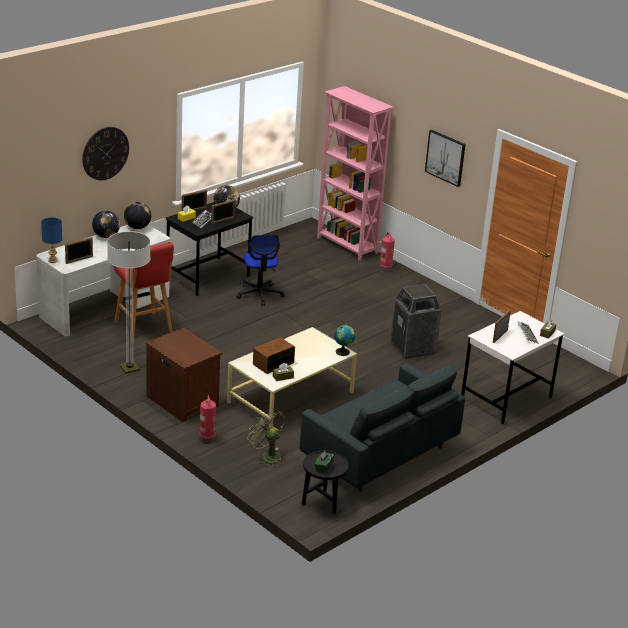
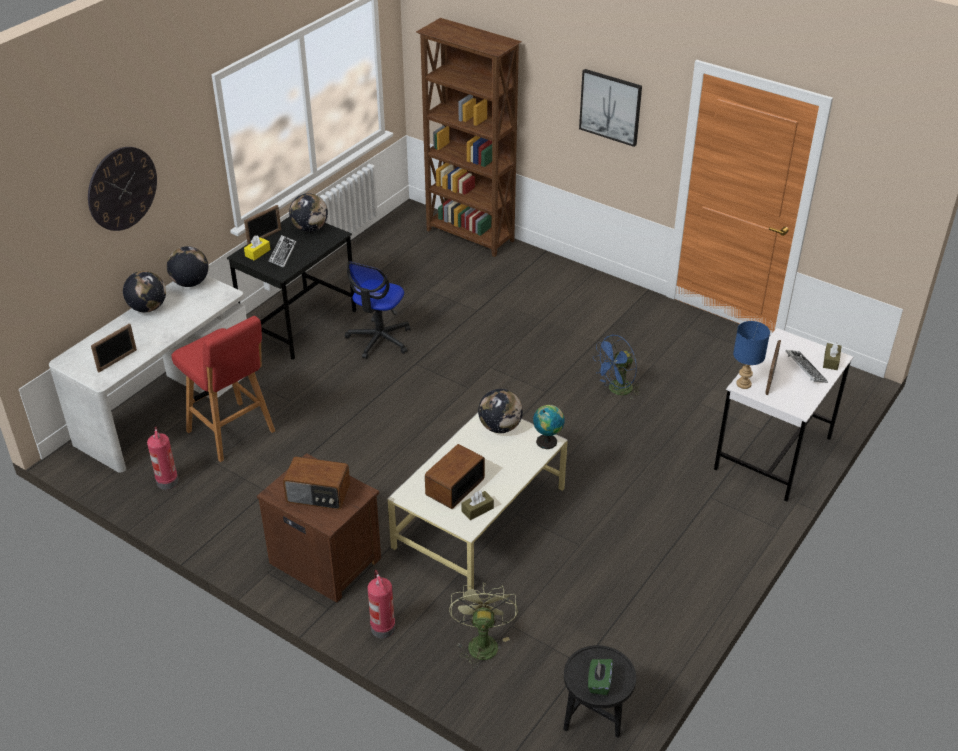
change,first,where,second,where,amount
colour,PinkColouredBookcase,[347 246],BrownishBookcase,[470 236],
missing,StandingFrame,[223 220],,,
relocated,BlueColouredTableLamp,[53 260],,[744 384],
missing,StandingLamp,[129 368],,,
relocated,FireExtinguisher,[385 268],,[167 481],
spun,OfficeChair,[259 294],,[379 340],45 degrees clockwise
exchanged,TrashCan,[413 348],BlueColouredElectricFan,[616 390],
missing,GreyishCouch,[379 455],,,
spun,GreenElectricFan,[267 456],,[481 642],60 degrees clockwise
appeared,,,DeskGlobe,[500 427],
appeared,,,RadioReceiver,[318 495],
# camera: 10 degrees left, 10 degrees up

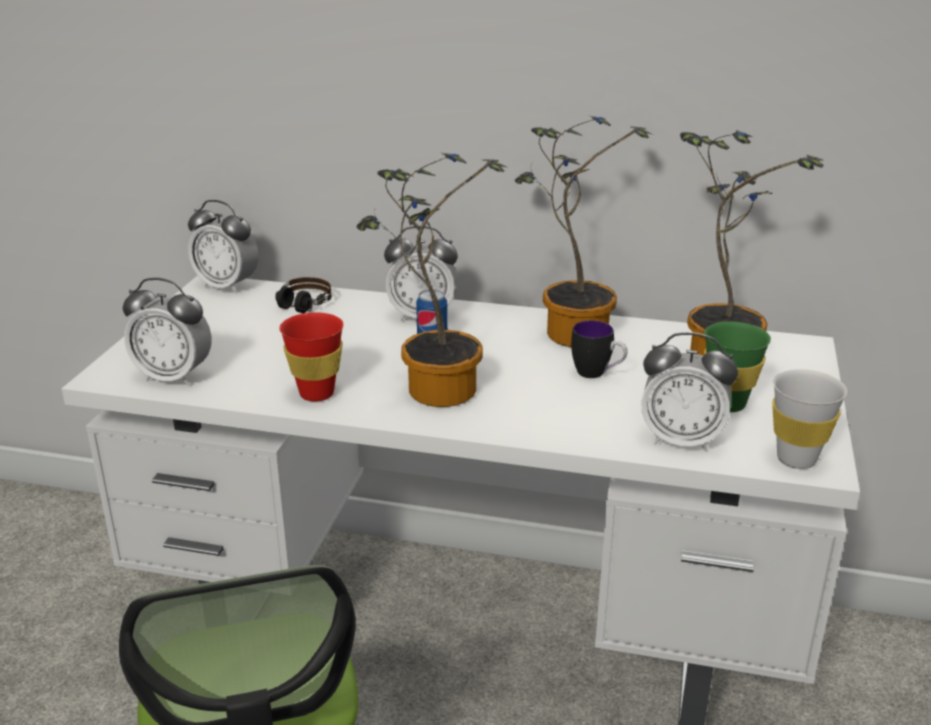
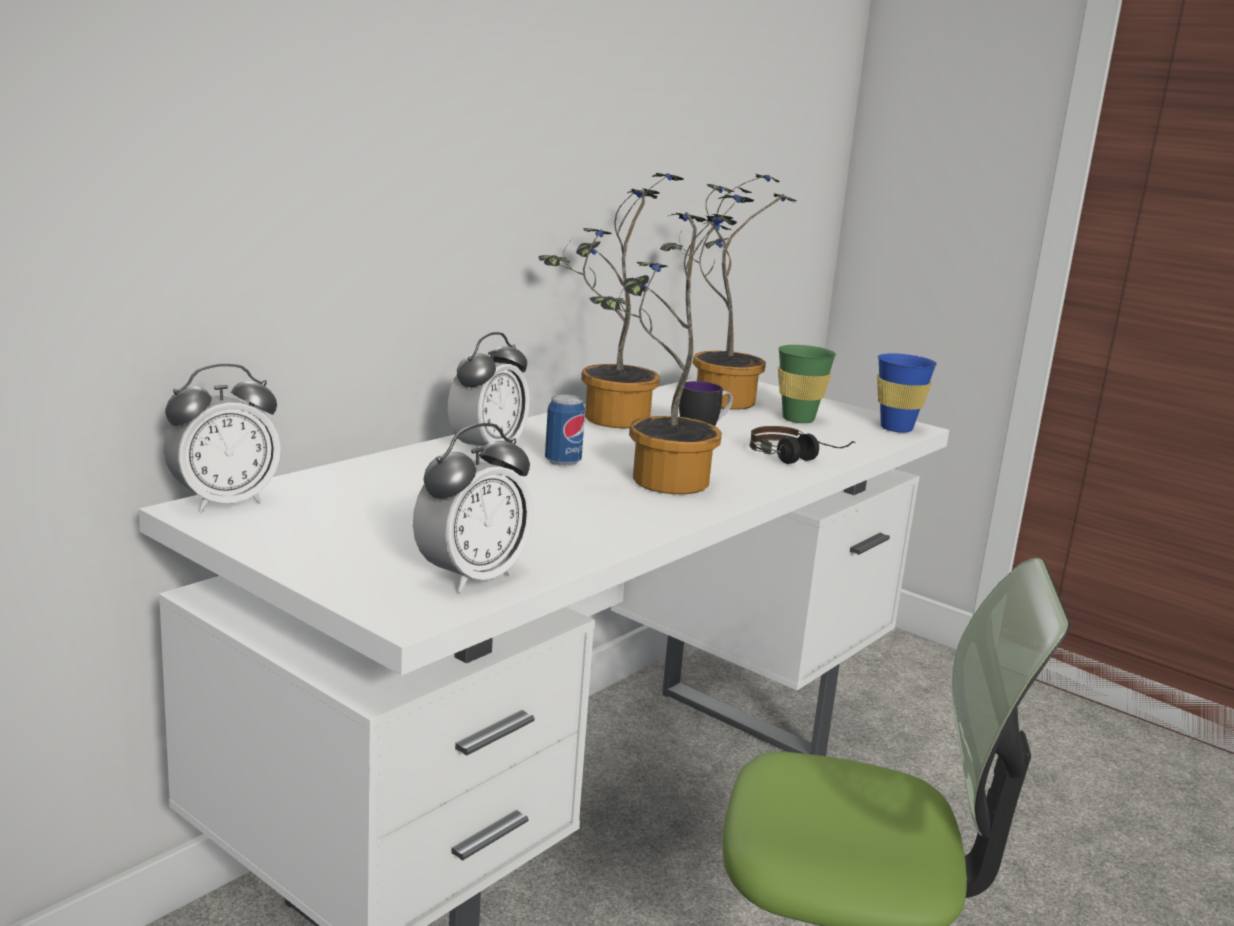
change,first,where,second,where,amount
relocated,Headset,[299 310],,[798 460],
missing,RedDrinkingCup,[316 393],,,
missing,BedsideClock,[681 440],,,
colour,WhiteColouredDrinkingCup,[796 459],BlueColouredDrinkingCup,[896 428],
# camera: 65 degrees left, 10 degrees down

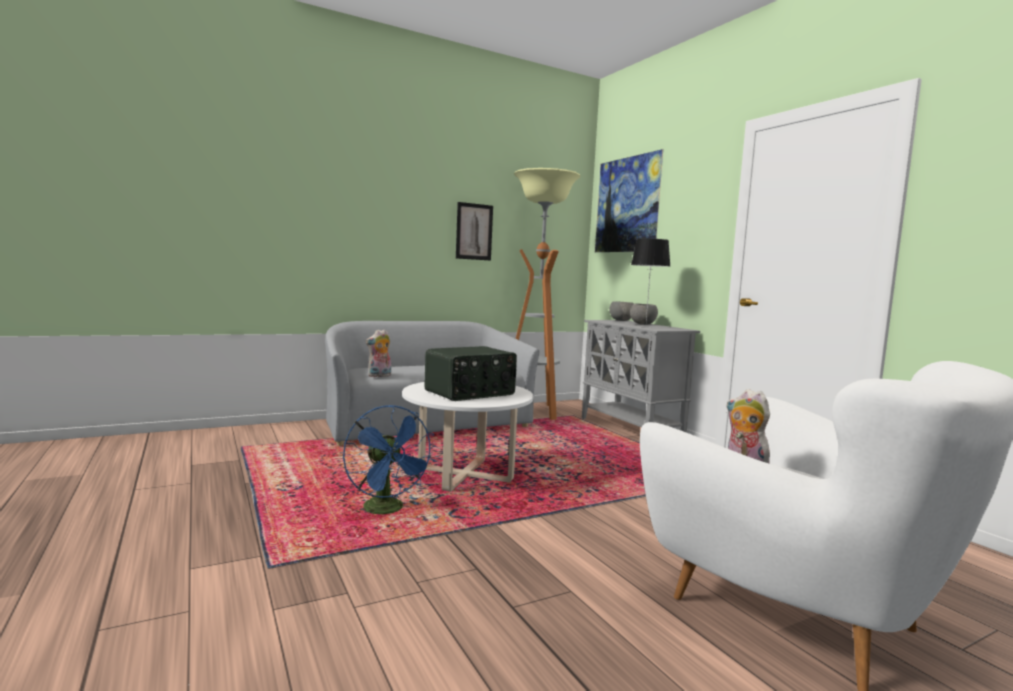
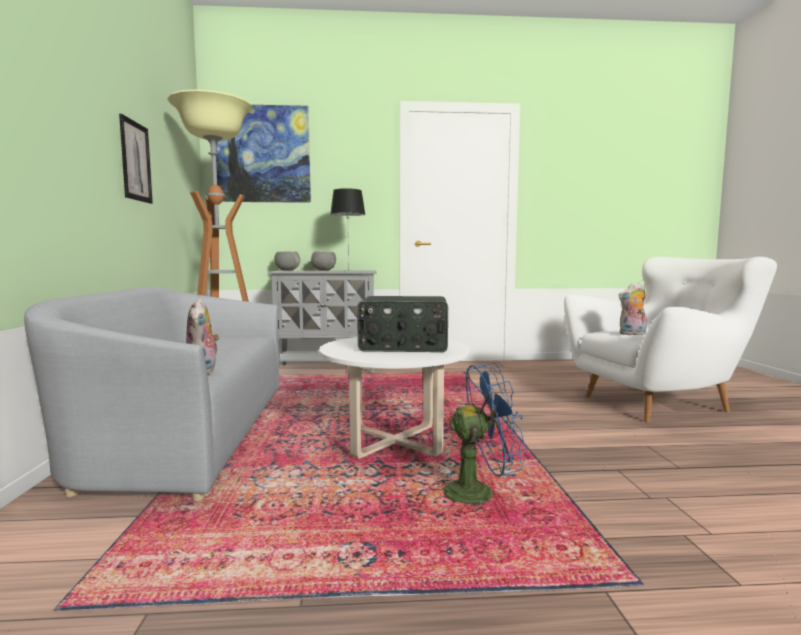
change,first,where,second,where,amount
spun,RadioReceiver,[470 393],,[403 346],105 degrees clockwise
# camera: 65 degrees left, 0 degrees up

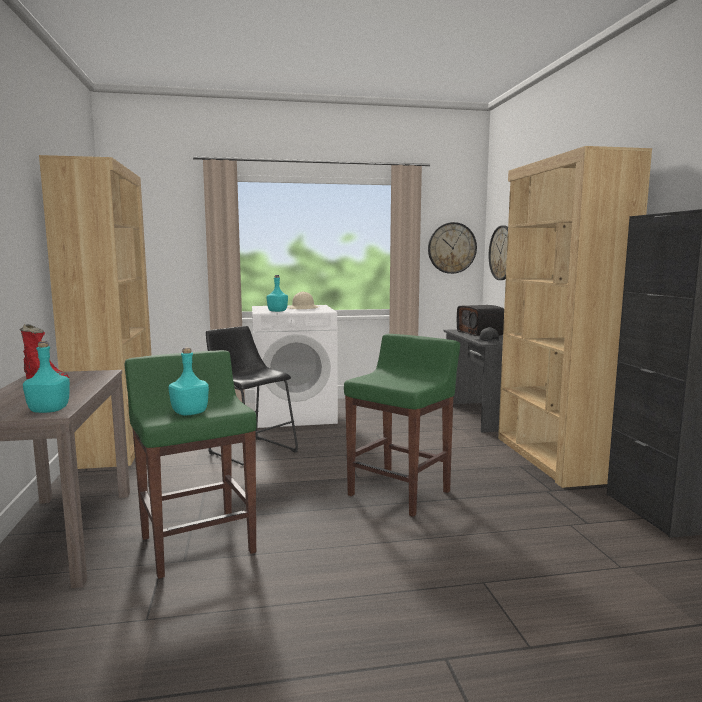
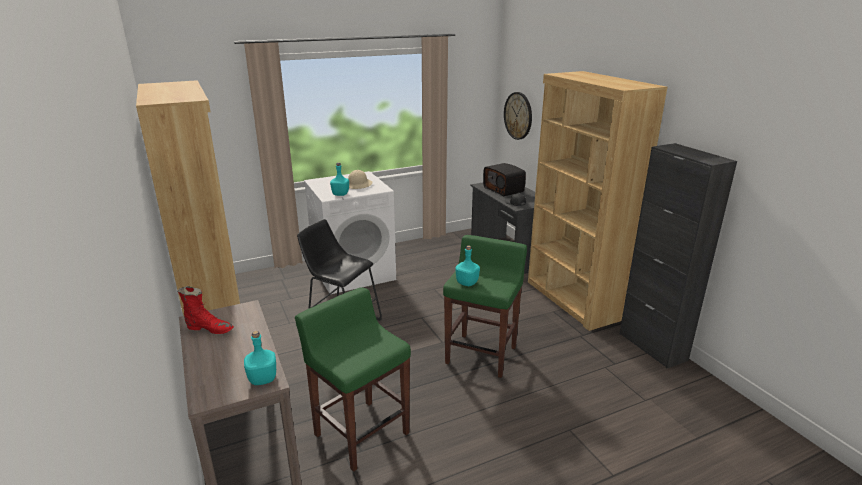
change,first,where,second,where,amount
missing,HangingClock,[452 248],,,
relocated,TurquoiseColouredBottle,[189 413],,[467 283],
# camera: 15 degrees left, 15 degrees up

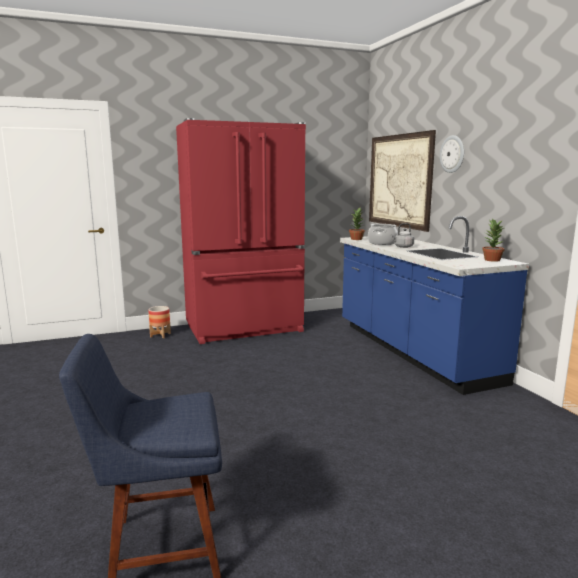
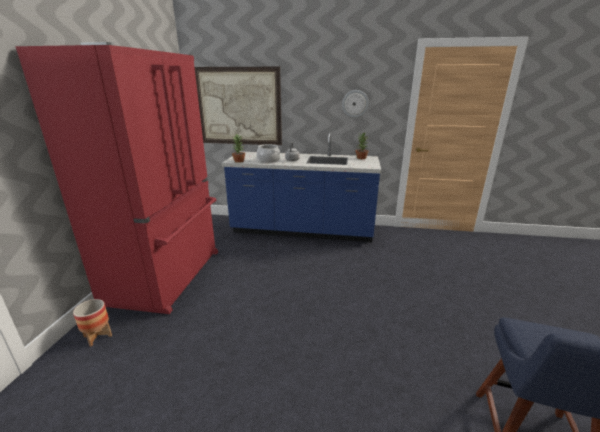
change,first,where,second,where,amount
relocated,HangingClock,[452 154],,[355 104],
# camera: 60 degrees left, 10 degrees up

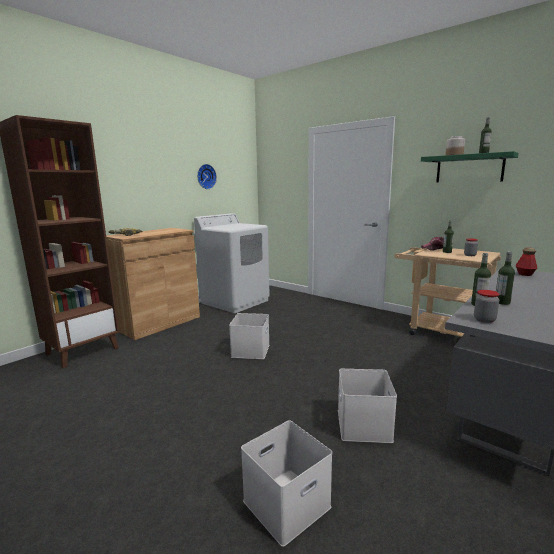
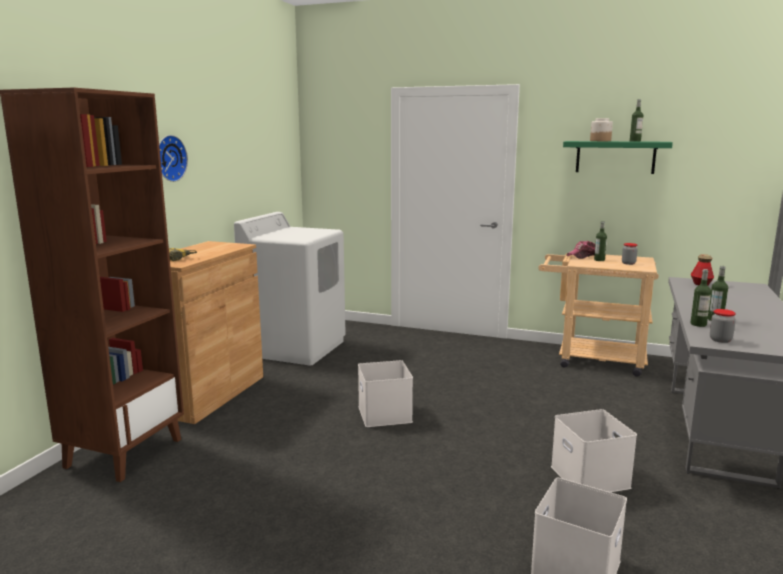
change,first,where,second,where,amount
relocated,HangingClock,[205 176],,[169 158],
# camera: 20 degrees left, 0 degrees up

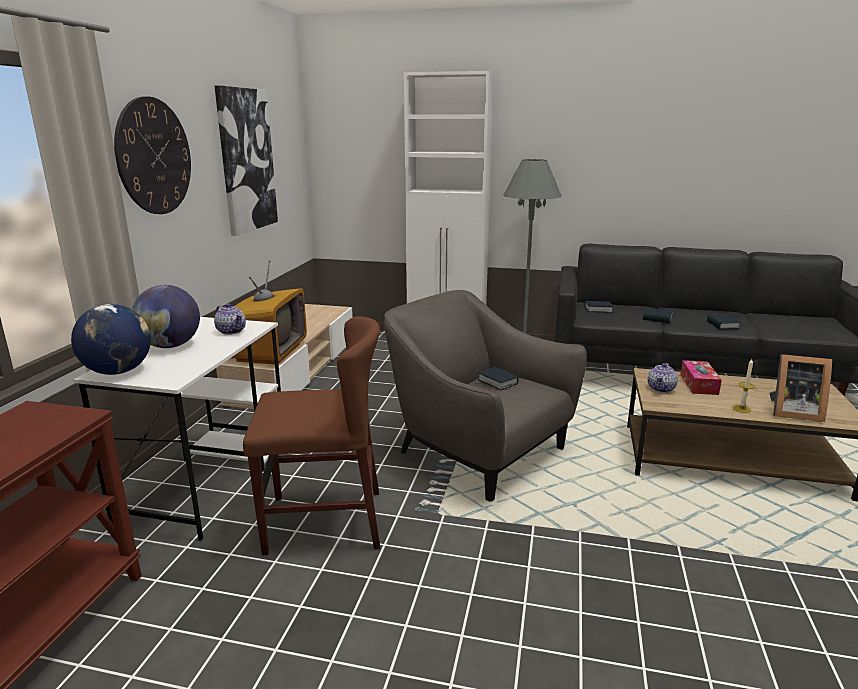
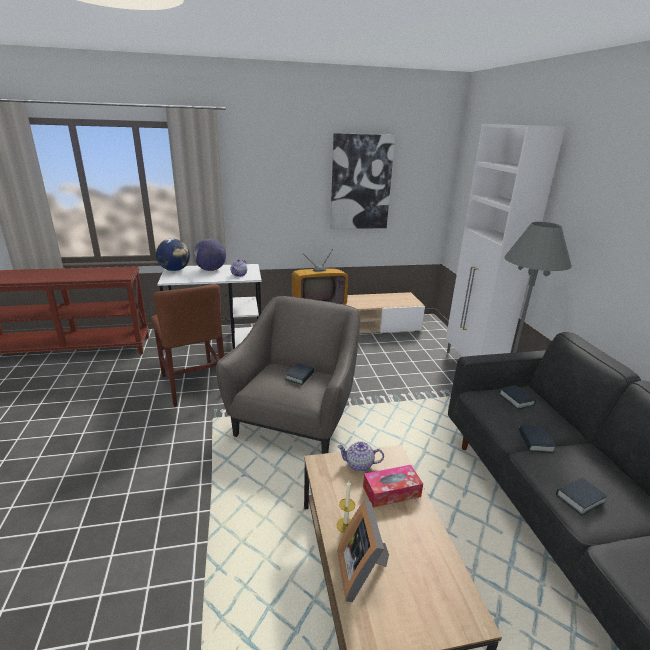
change,first,where,second,where,amount
missing,HangingClock,[154 156],,,
# camera: 65 degrees right, 5 degrees up

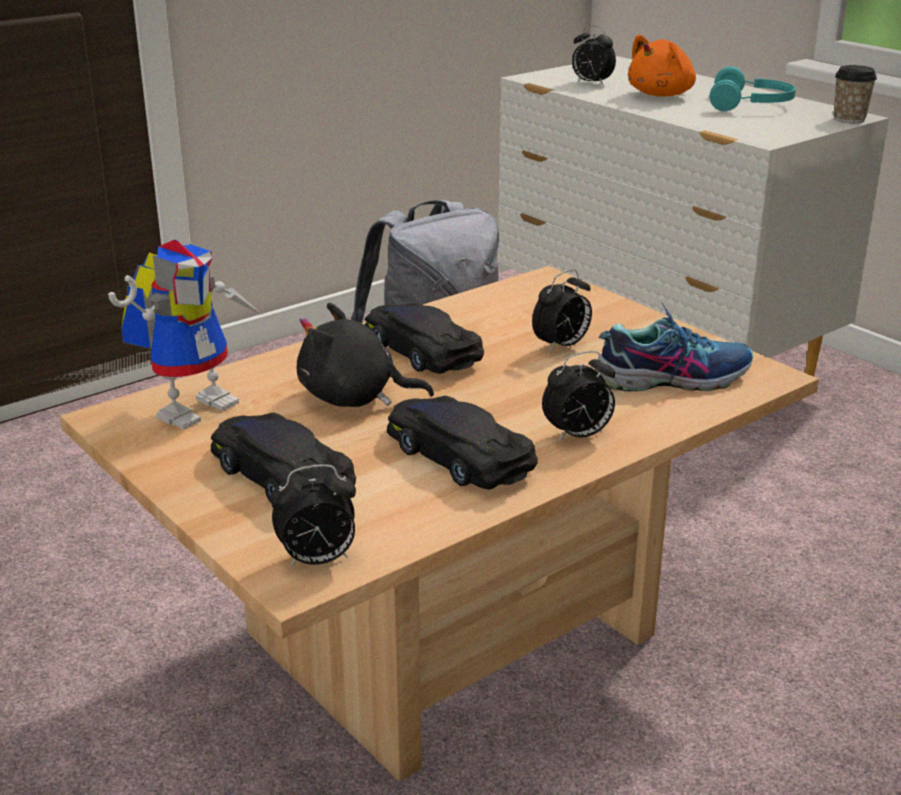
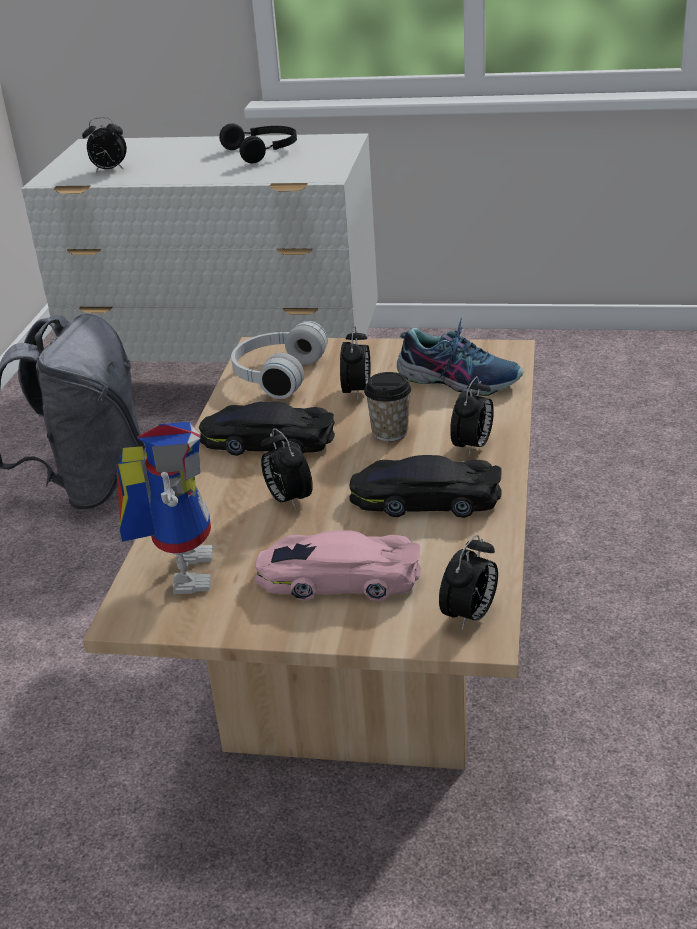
change,first,where,second,where,amount
missing,OrangeCuddlyToy,[662 95],,,
relocated,DrinkingCup,[849 119],,[390 432],
colour,TurquoiseColouredHeadset,[751 105],BlackColouredHeadset,[263 151],
spun,ItemOfFootwear,[673 377],,[459 379],75 degrees clockwise
exchanged,BlackColouredCuddlyToy,[354 398],BedsideClock,[288 499],
colour,BlackColouredToyCar,[280 473],PinkColouredToyCar,[338 578],
appeared,,,WhiteColouredHeadset,[276 375],
# camera: 40 degrees left, 5 degrees up

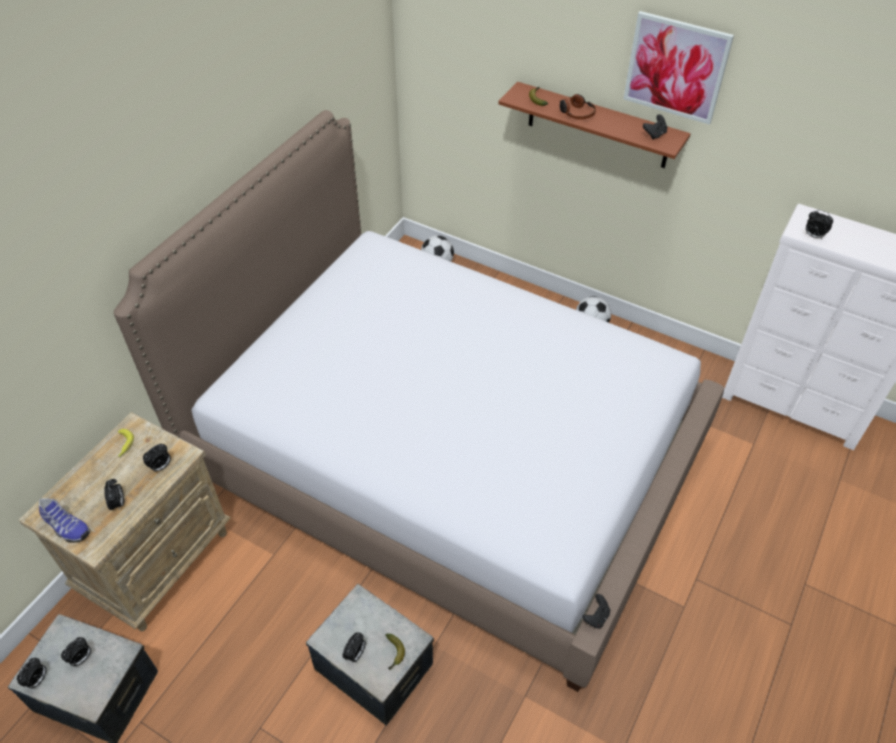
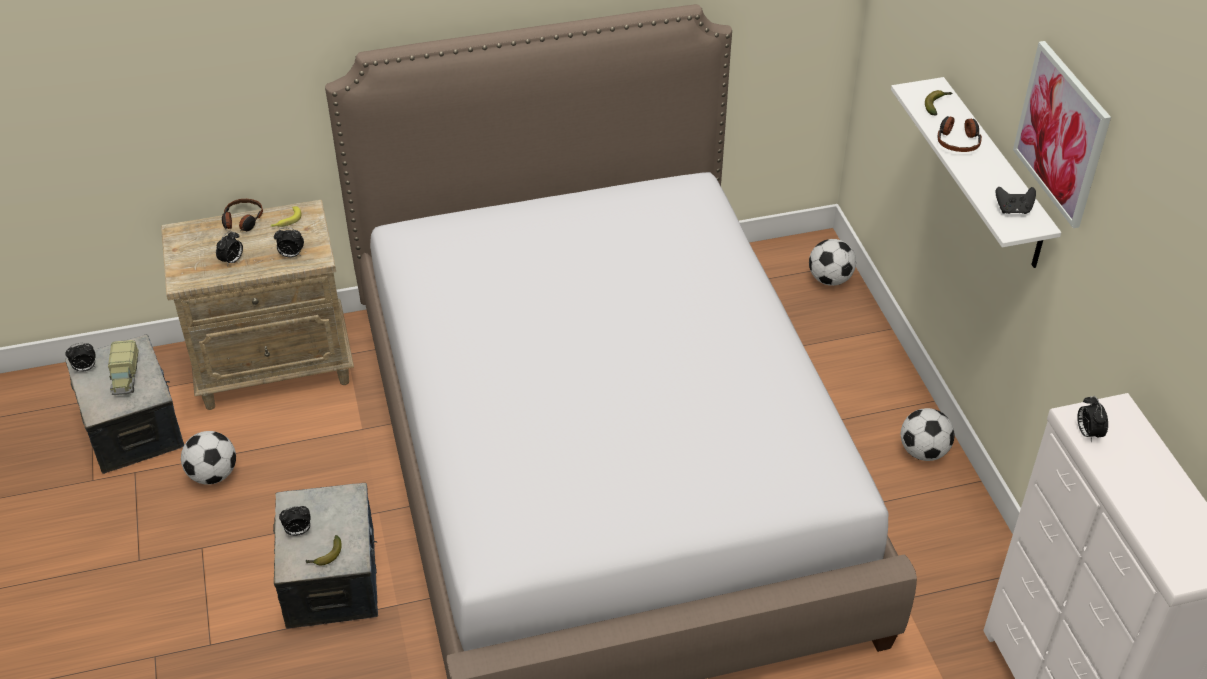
change,first,where,second,where,amount
colour,BrownishShelf,[598 126],WhiteColouredShelf,[993 175],
missing,ItemOfFootwear,[65 527],,,
missing,BlackColouredGameController,[596 617],,,
exchanged,BedsideClock,[81 658],ToyLorry,[125 377],
appeared,,,Headset,[242 221],
appeared,,,FootballBall,[213 475],
# camera: 45 degrees right, 5 degrees down

